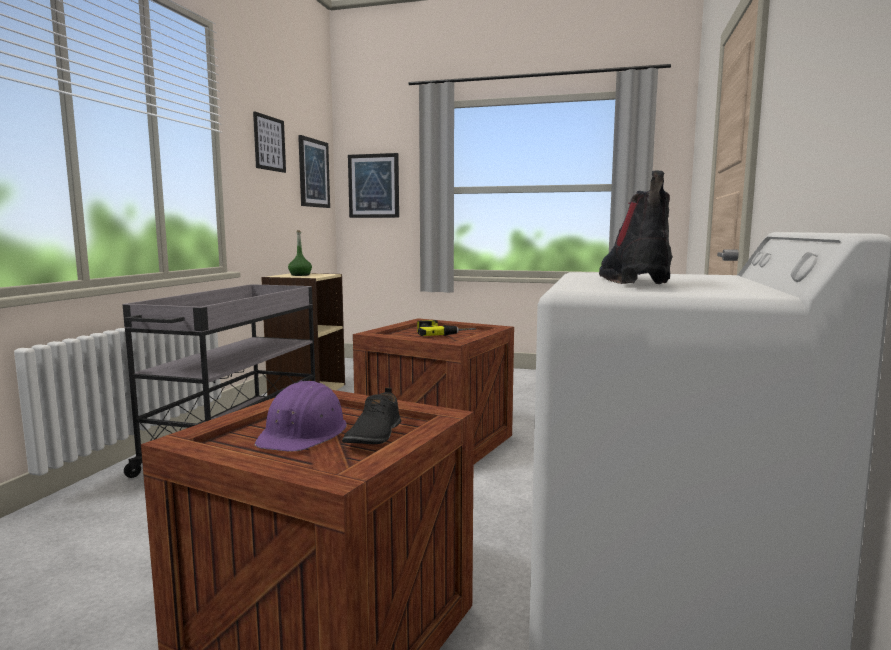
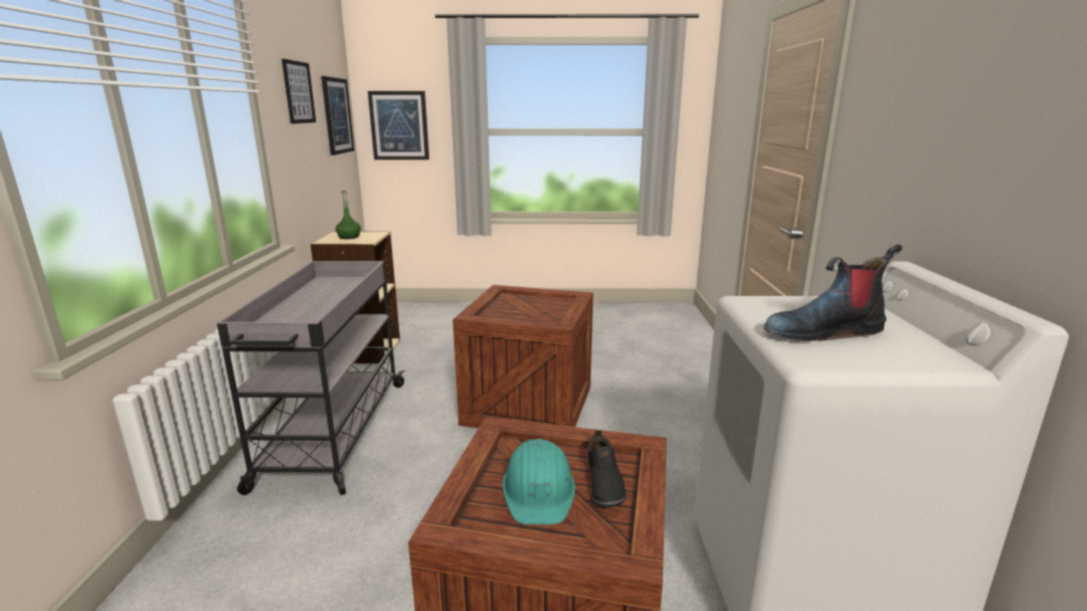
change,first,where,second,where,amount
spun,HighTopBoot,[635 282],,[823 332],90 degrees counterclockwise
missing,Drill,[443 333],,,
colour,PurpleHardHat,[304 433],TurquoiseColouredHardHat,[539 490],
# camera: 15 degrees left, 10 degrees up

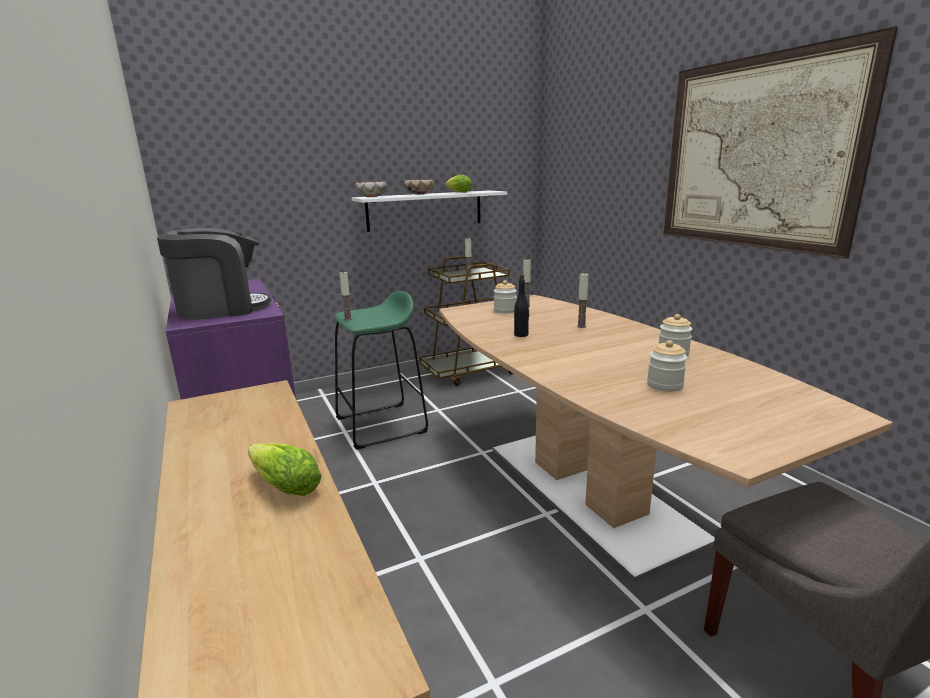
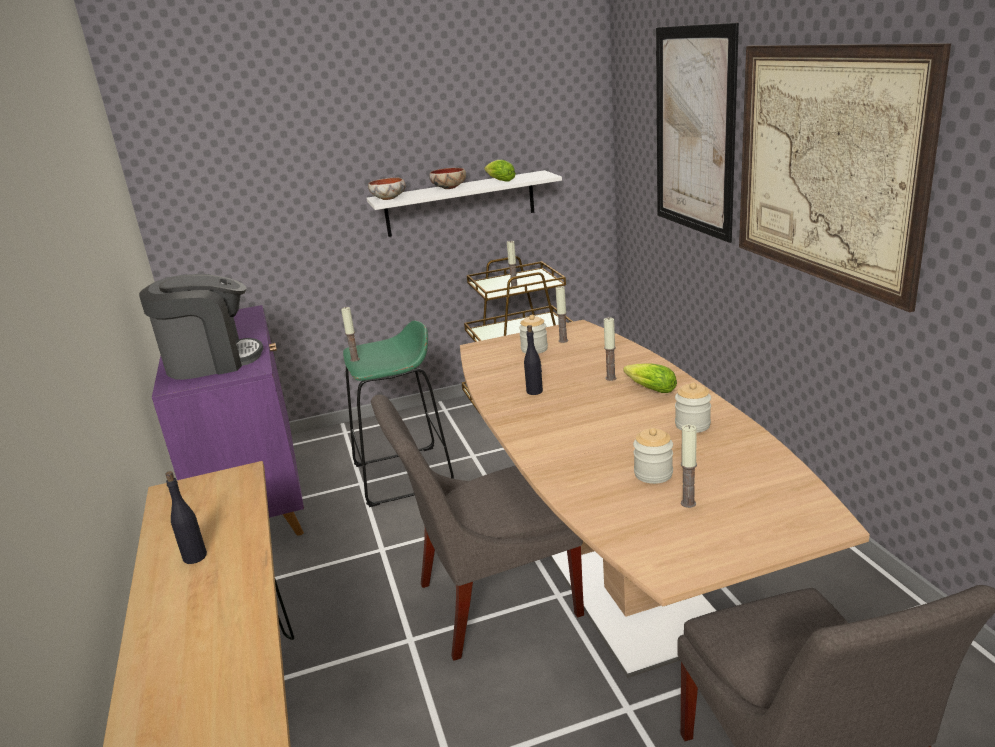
change,first,where,second,where,amount
relocated,Lettuce,[282 485],,[648 389],
appeared,,,WallArt,[693 131],
appeared,,,GreyishUprightChair,[490 601],
appeared,,,WaxCandle,[688 503],
appeared,,,BlackColouredBottle,[195 556],
# camera: 10 degrees right, 5 degrees up

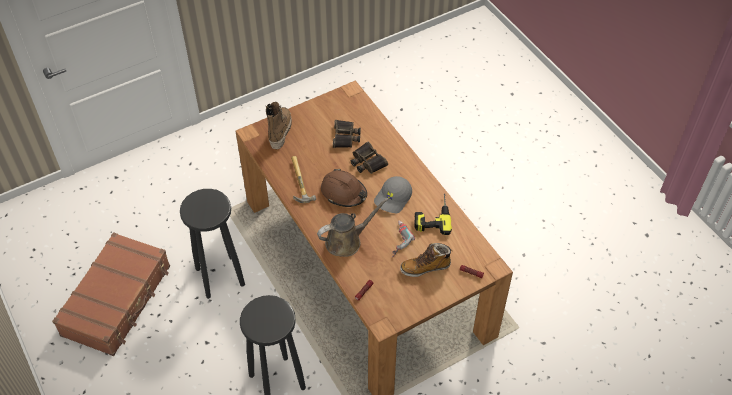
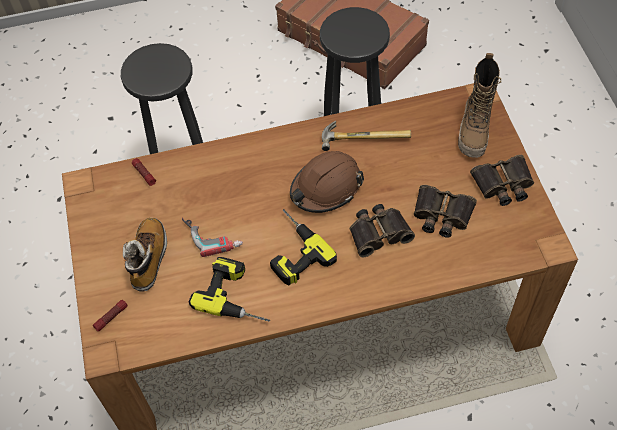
change,first,where,second,where,amount
spun,HighTopBoot,[279 131],,[475 131],75 degrees clockwise
exchanged,GreyishCap,[393 198],Drill,[291 250],
missing,BrownishWateringCan,[346 241],,,
appeared,,,FieldGlasses,[503 185],
# camera: 110 degrees right, 5 degrees up

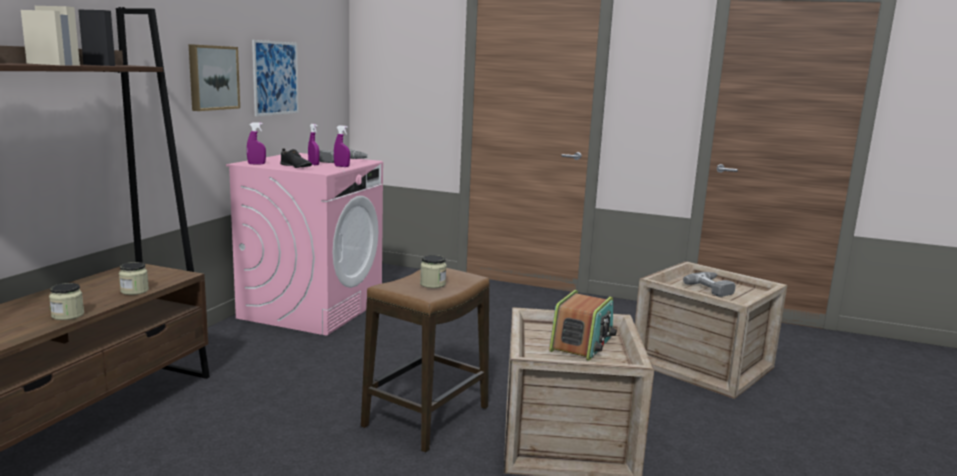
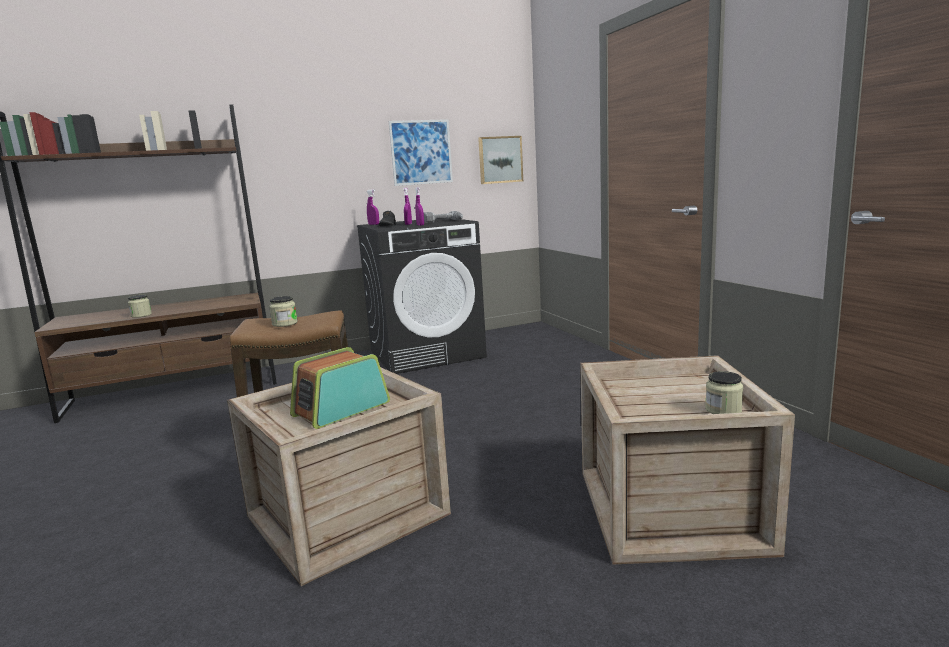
change,first,where,second,where,amount
relocated,WallArt,[212 77],,[500 160],
colour,PinkColouredWashingMachine,[312 308],BlackColouredWashingMachine,[427 354],
relocated,StorageJar,[134 291],,[723 410],
missing,Drill,[714 288],,,
spun,RadioReceiver,[582 344],,[340 409],150 degrees clockwise
# camera: 50 degrees right, 0 degrees up

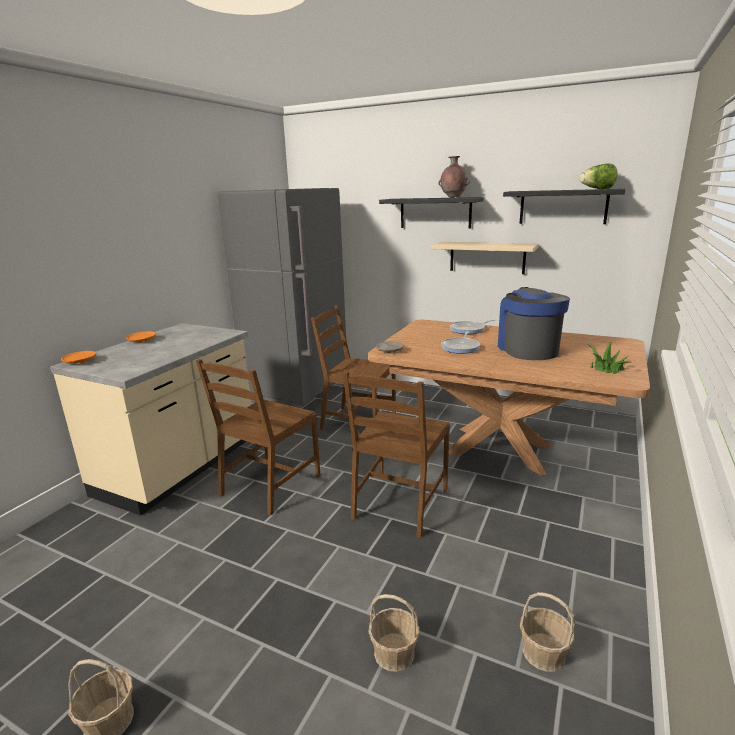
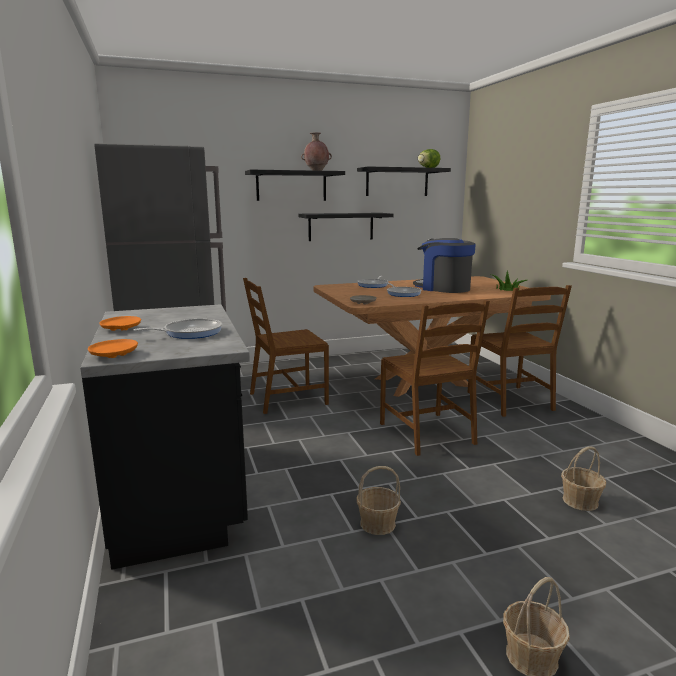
change,first,where,second,where,amount
colour,SandColouredShelf,[487 257],BlackColouredShelf,[341 226],
colour,SandColouredCounter,[180 468],BlackColouredCounter,[181 494],
relocated,BrownishUprightChair,[269 485],,[511 401],
relocated,HouseholdBasket,[543 652],,[377 523],
appeared,,,Skillet,[190 333],
# camera: 45 degrees left, 5 degrees down

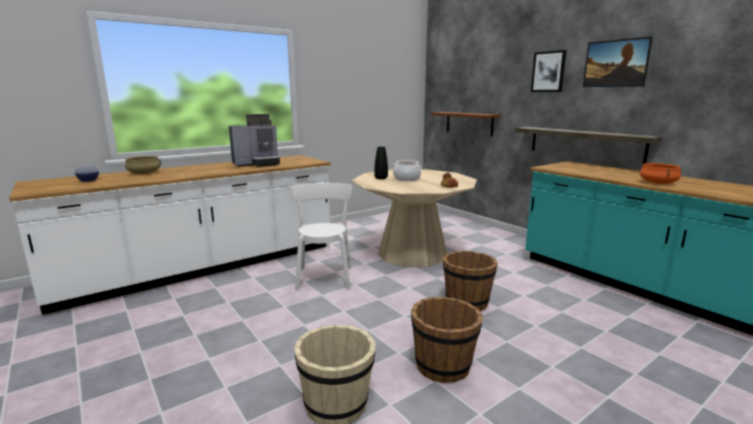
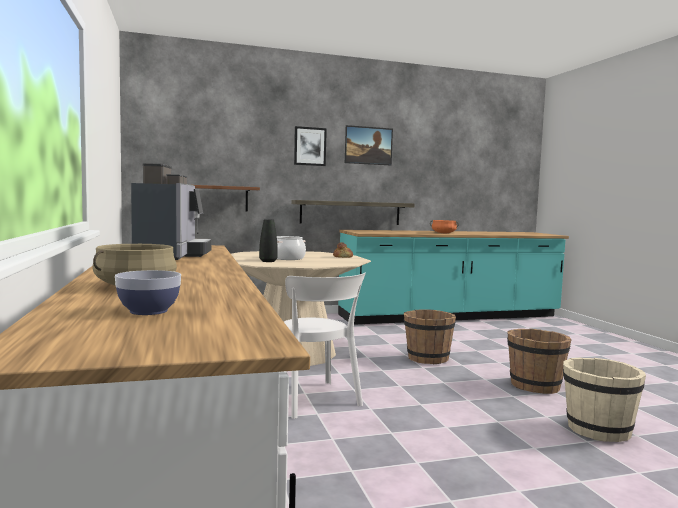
change,first,where,second,where,amount
spun,WhiteColouredUprightChair,[324 276],,[315 400],135 degrees counterclockwise
# camera: 70 degrees left, 10 degrees down

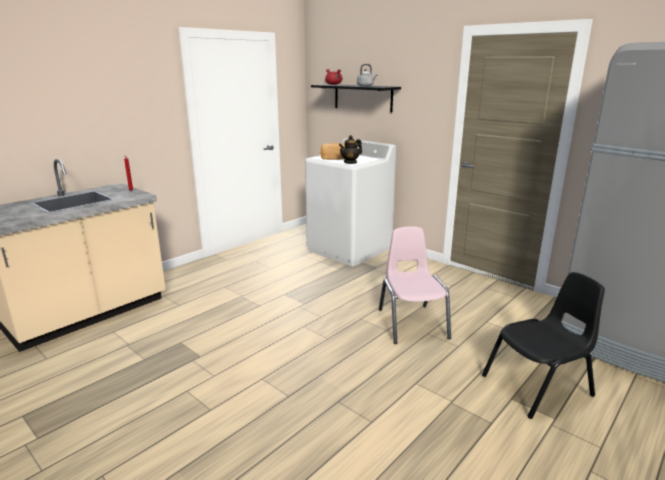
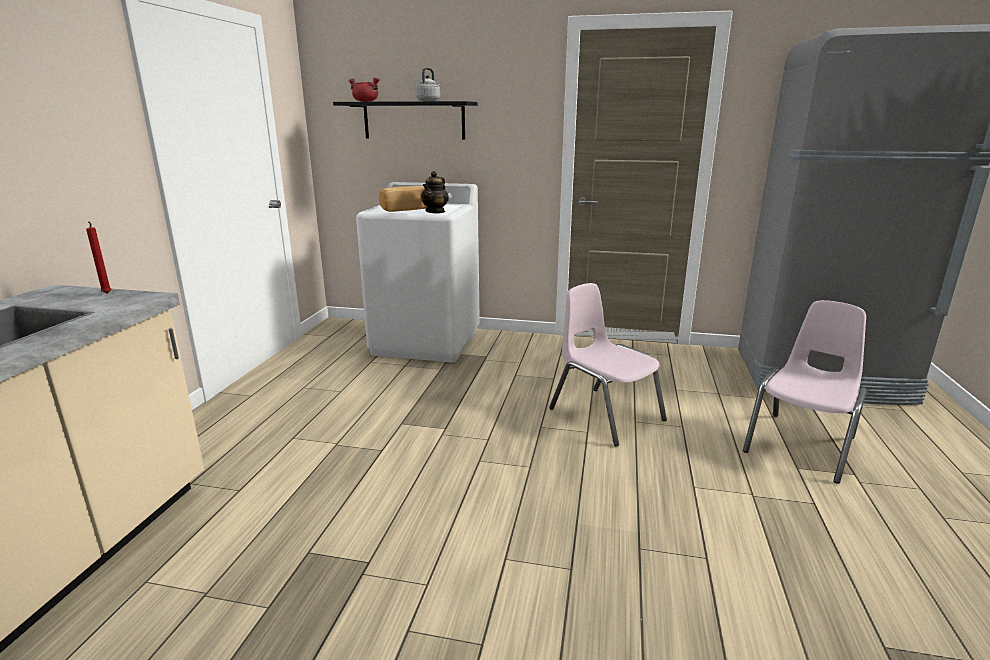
change,first,where,second,where,amount
colour,BlackColouredUprightChair,[538 386],PinkColouredUprightChair,[802 445],
# camera: 30 degrees left, 0 degrees up

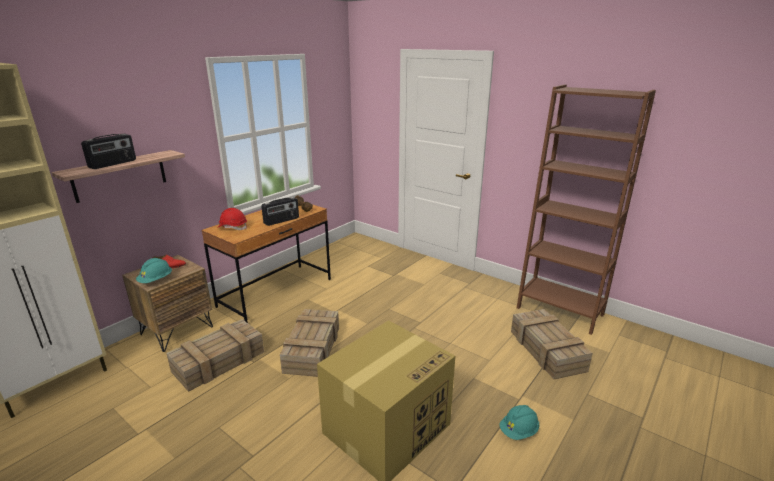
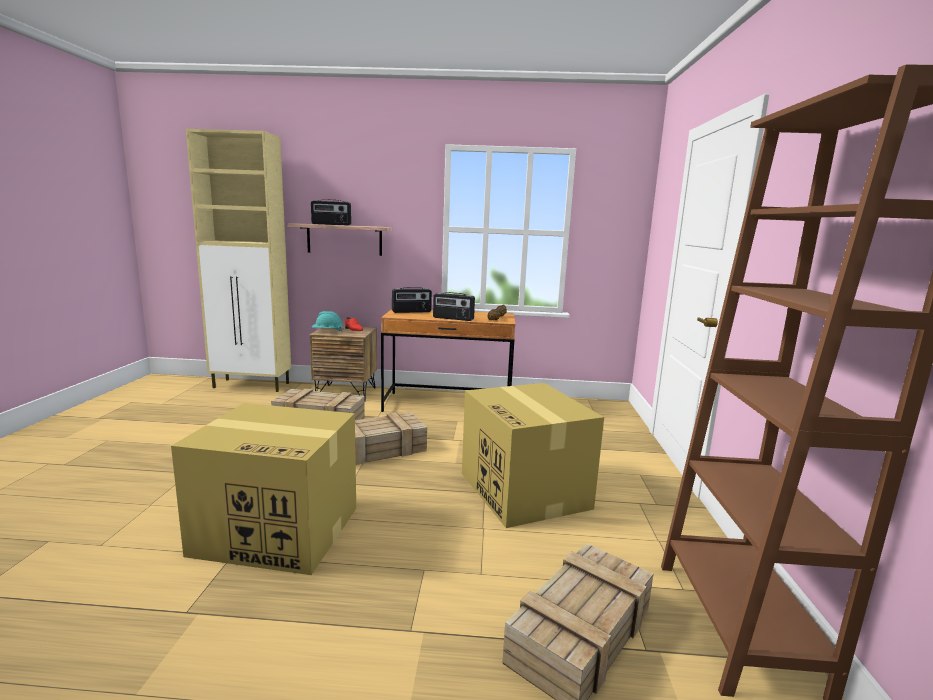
change,first,where,second,where,amount
exchanged,RedHardHat,[232 227],RadioReceiver,[411 312],
missing,TurquoiseColouredHardHat,[519 431],,,
appeared,,,Carton,[525 491],
# camera: 55 degrees right, 10 degrees down

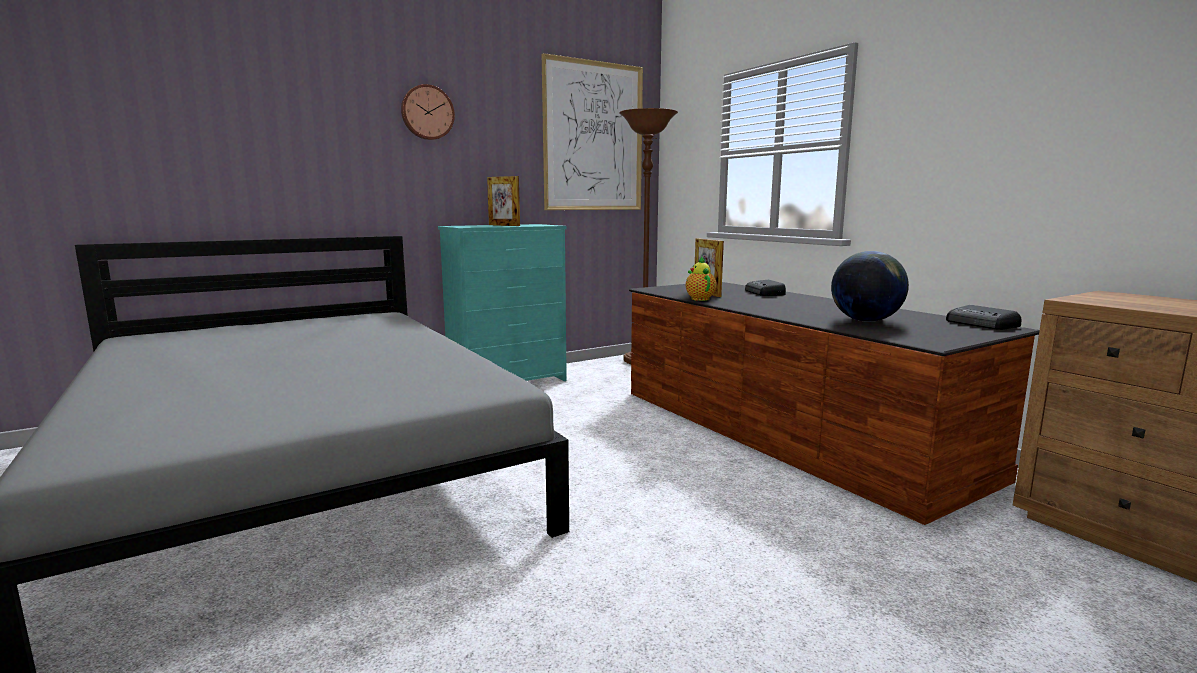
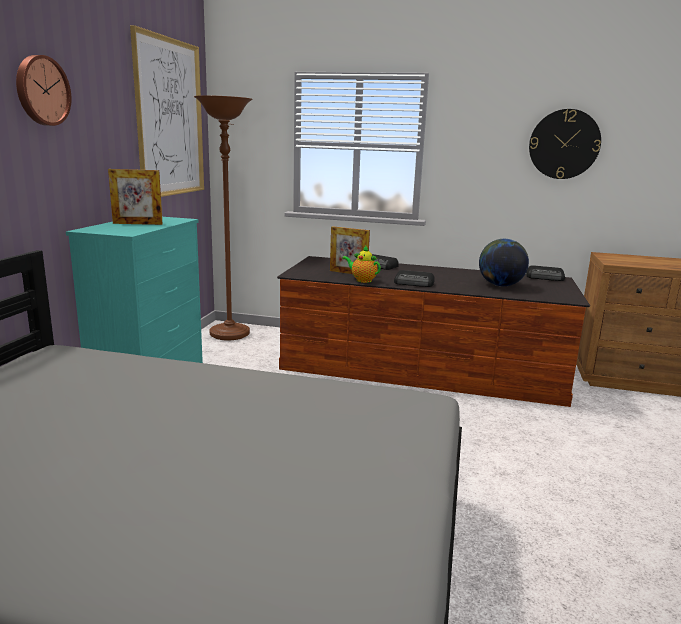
change,first,where,second,where,amount
appeared,,,HangingClock,[564 144],
appeared,,,RadioReceiver,[414 283],
# camera: 45 degrees left, 5 degrees up

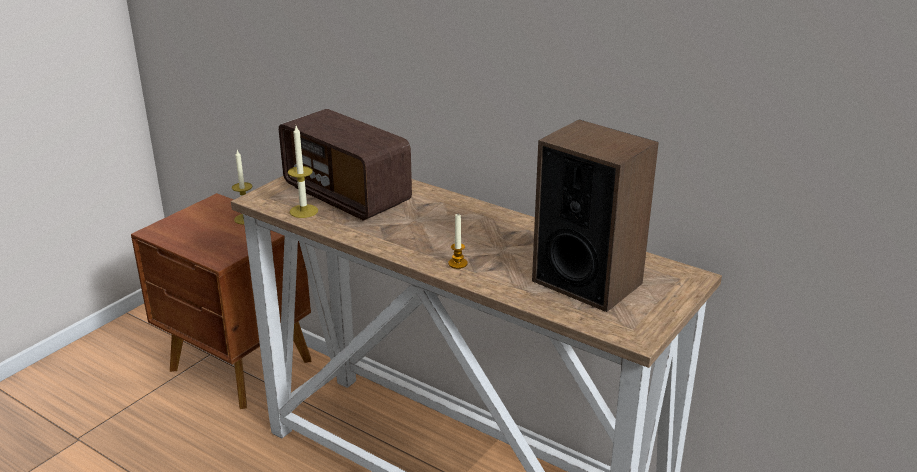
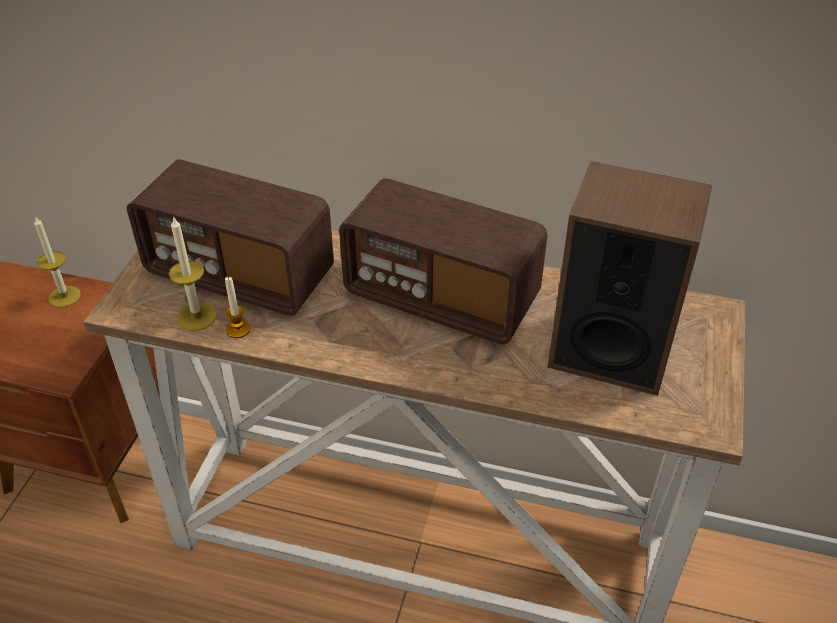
change,first,where,second,where,amount
relocated,WaxCandle,[457 263],,[238 329],
appeared,,,RadioReceiver,[441 298],
# camera: 20 degrees left, 15 degrees up

